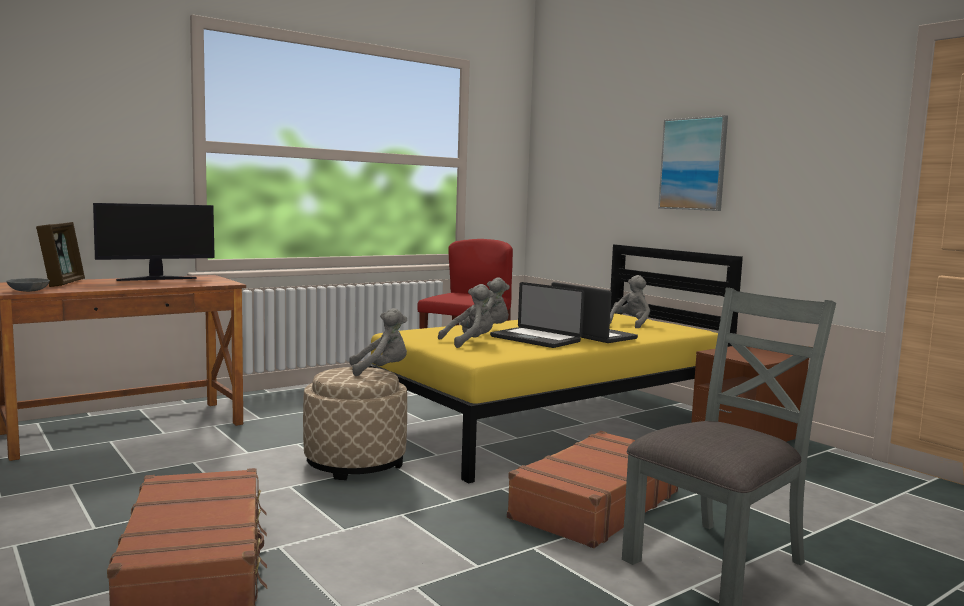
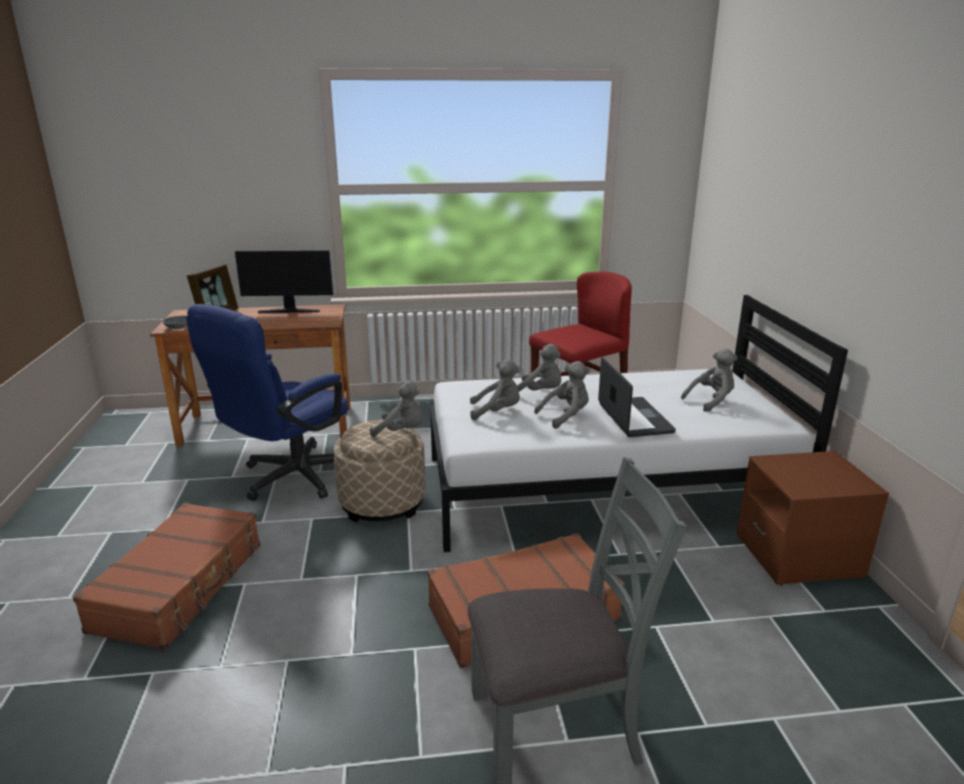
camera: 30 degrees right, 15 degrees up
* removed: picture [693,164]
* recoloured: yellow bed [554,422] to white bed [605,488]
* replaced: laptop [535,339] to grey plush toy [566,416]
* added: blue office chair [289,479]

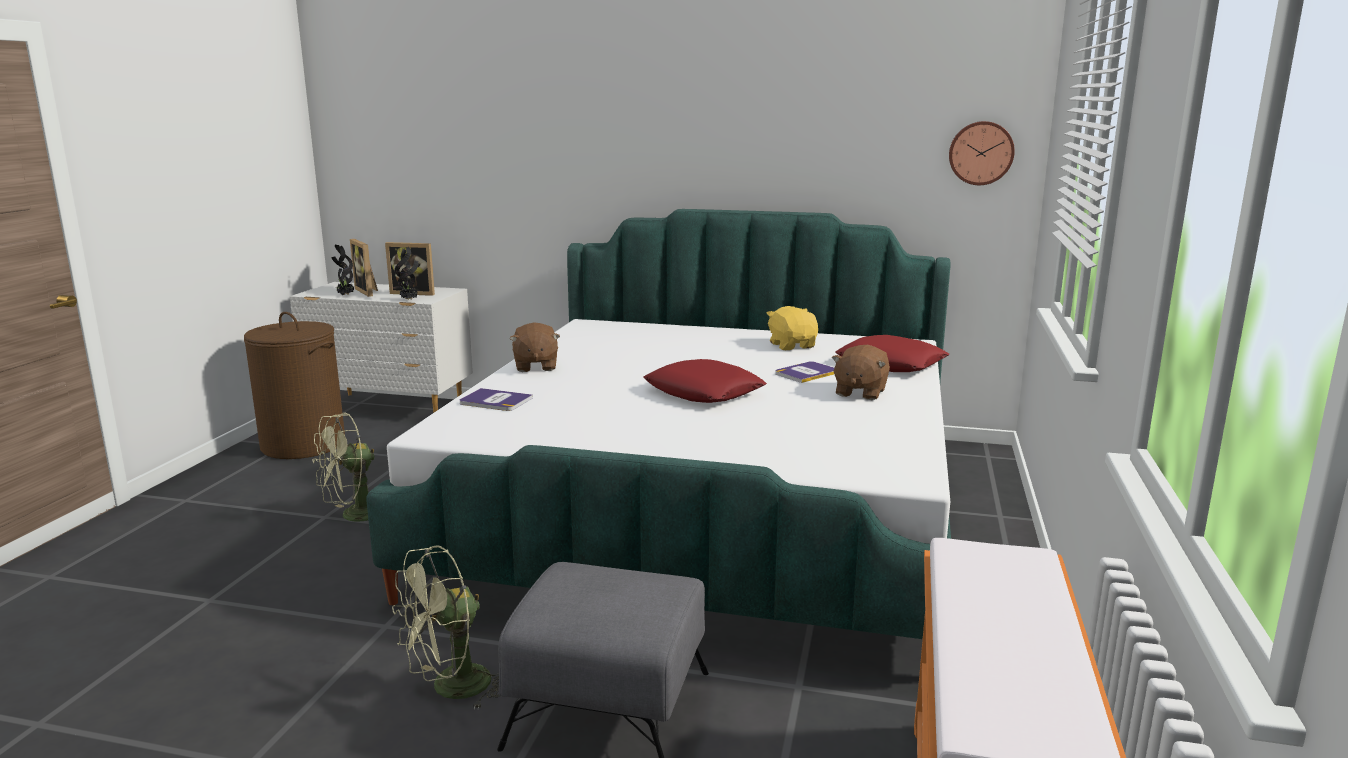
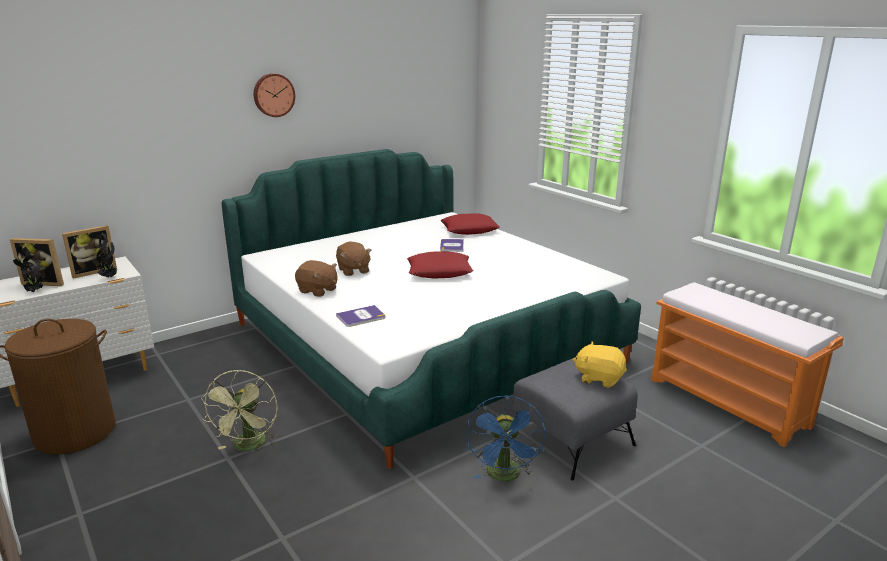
camera: 50 degrees left, 5 degrees up
* moved: wall clock [981,153] to [273,95]
* moved: yellow plush toy [792,345] to [599,378]
* moved: brown plush toy [859,392] to [353,270]
* recoloured: green fan [450,689] to blue fan [505,476]

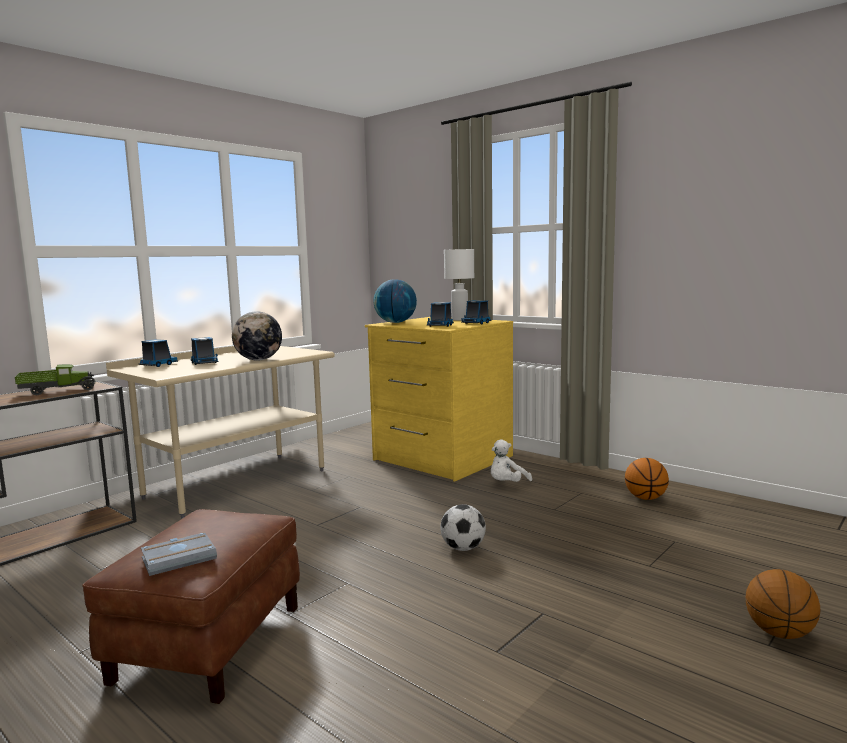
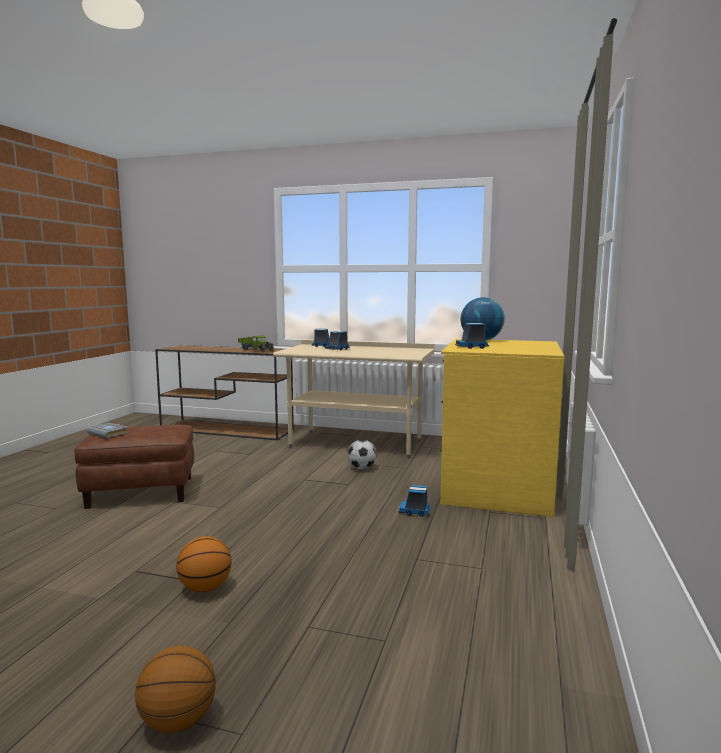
camera: 65 degrees right, 0 degrees up
* removed: white table lamp [460,319]
* moved: toy truck [476,323] to [415,511]
* removed: globe [259,360]
* removed: white plush toy [507,484]
* moved: basketball [645,498] to [205,588]
* moved: football [463,548] to [362,468]

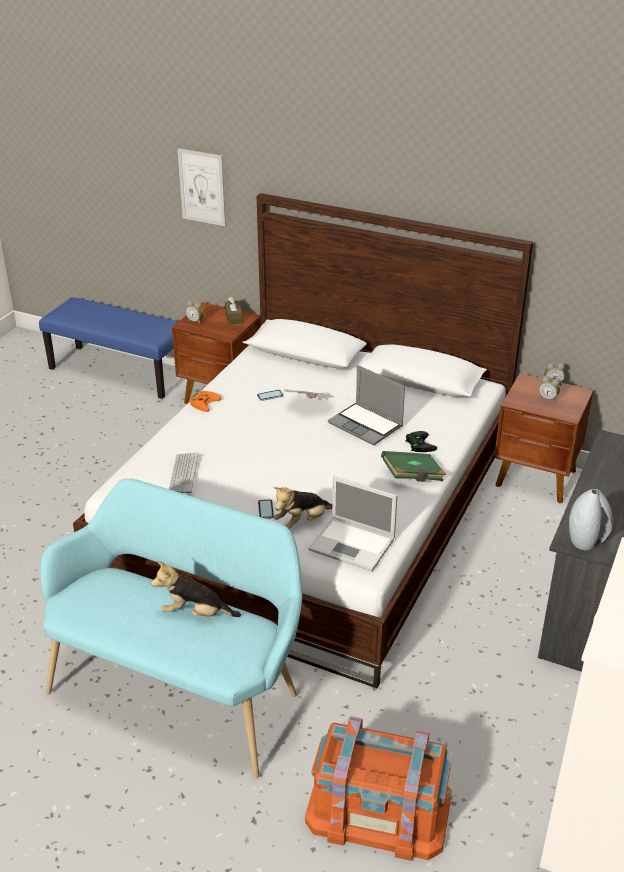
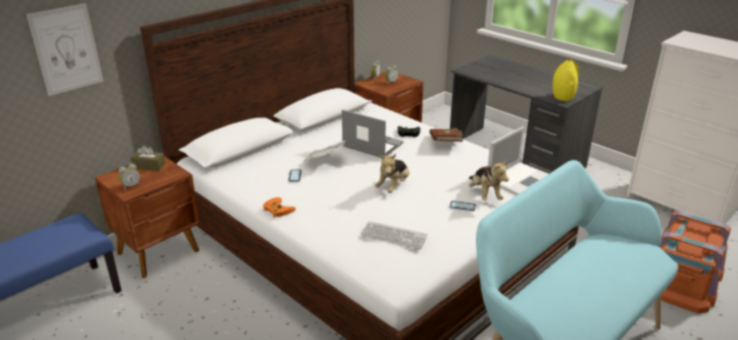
camera: 70 degrees left, 5 degrees down
* turned: laptop [366,425] = [371,145] 120 degrees counterclockwise
* recoloured: green book [412,476] to brown book [446,143]
* recoloured: grey vase [586,541] to yellow vase [563,97]
* moved: plush toy [196,613] to [393,186]

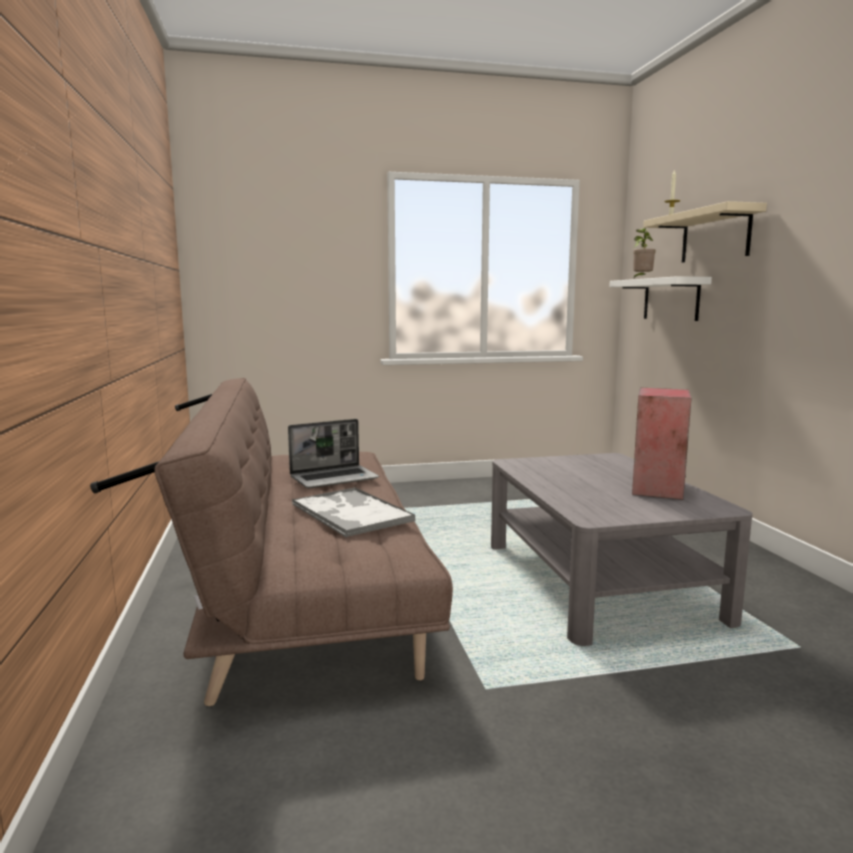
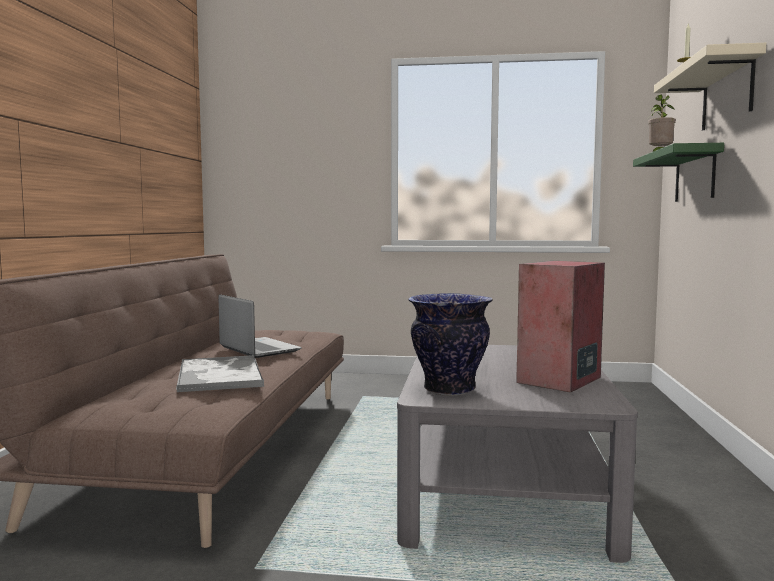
camera: 20 degrees right, 5 degrees down
* recoloured: white shelf [671,299] to green shelf [694,175]
* turned: laptop [335,478] = [257,349] 120 degrees counterclockwise
* added: vase [448,389]

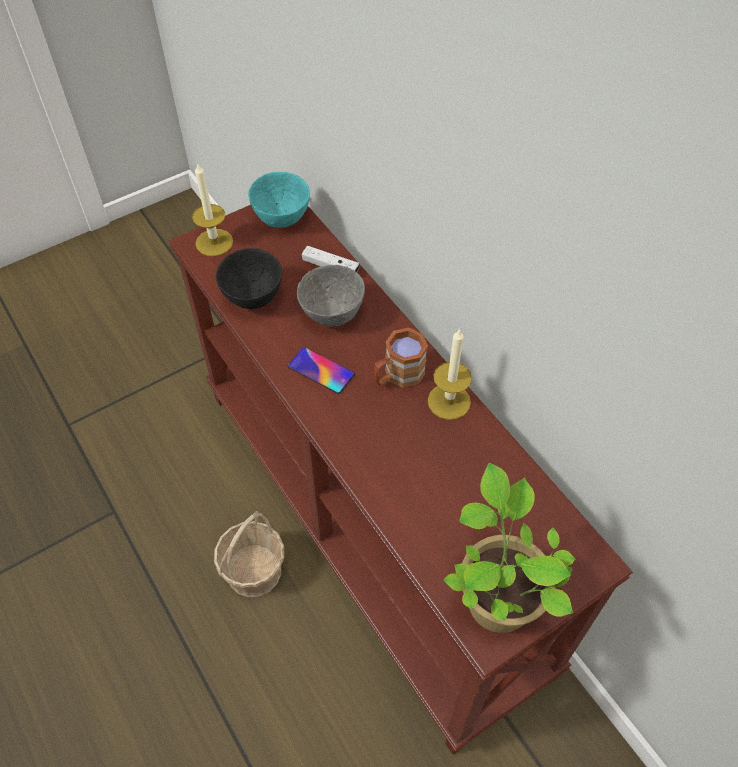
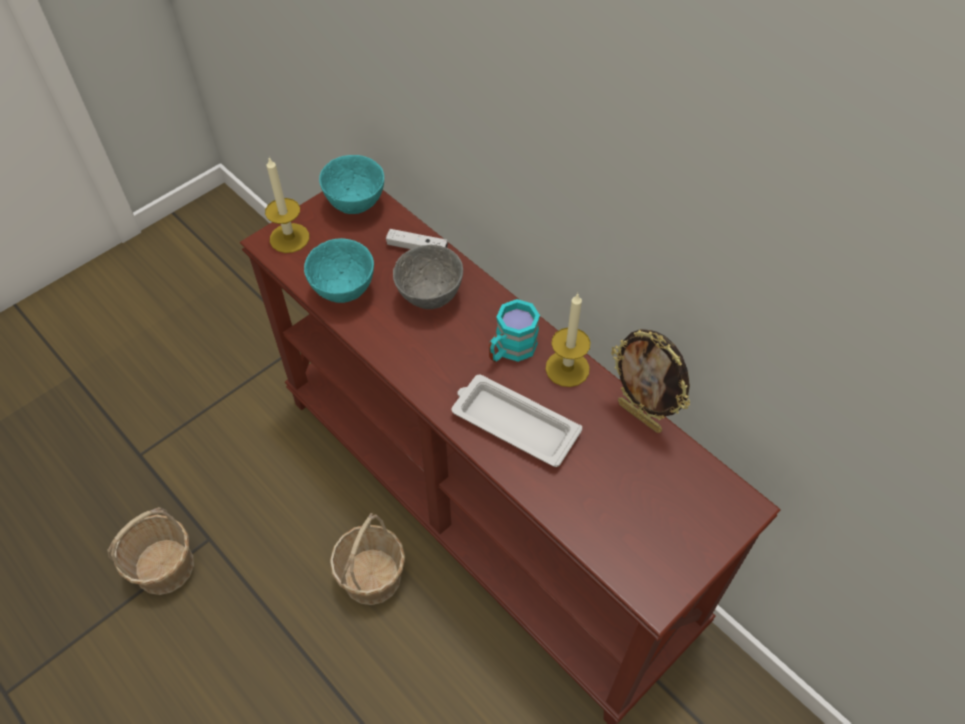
camera: 10 degrees left, 0 degrees up
* recoloured: black bowl [254,298] to turquoise bowl [345,291]
* recoloured: brown mug [397,376] to turquoise mug [510,350]
* removed: phone [321,370]
* removed: potted plant [496,597]
* added: picture frame [640,416]
* added: white tray [513,424]
* added: basket [165,567]

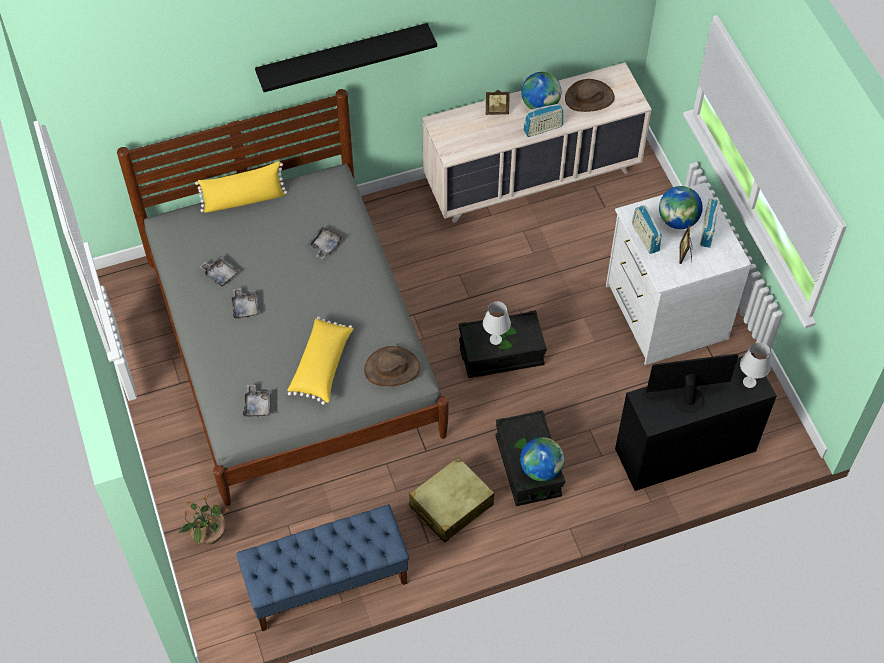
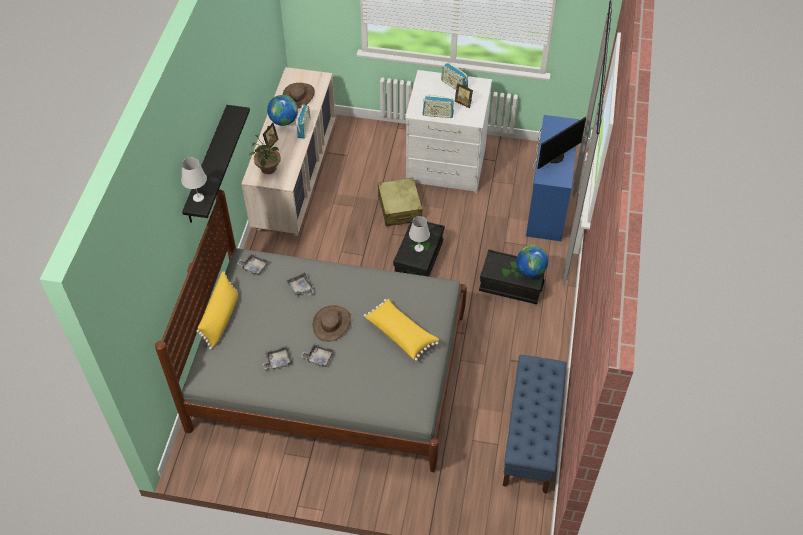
camera: 60 degrees left, 5 degrees down
* removed: globe [677,220]
* moved: white table lamp [749,382] to [198,197]
* moved: brown hat [392,369] to [332,324]
* recoloured: black desk [685,450] to blue desk [548,204]
* turned: monitor [688,397] = [555,157] 150 degrees counterclockwise
* moved: grey tray [257,405] to [253,266]
* moved: beige suitcase [450,505] to [399,208]
* moved: potted plant [208,534] to [268,168]

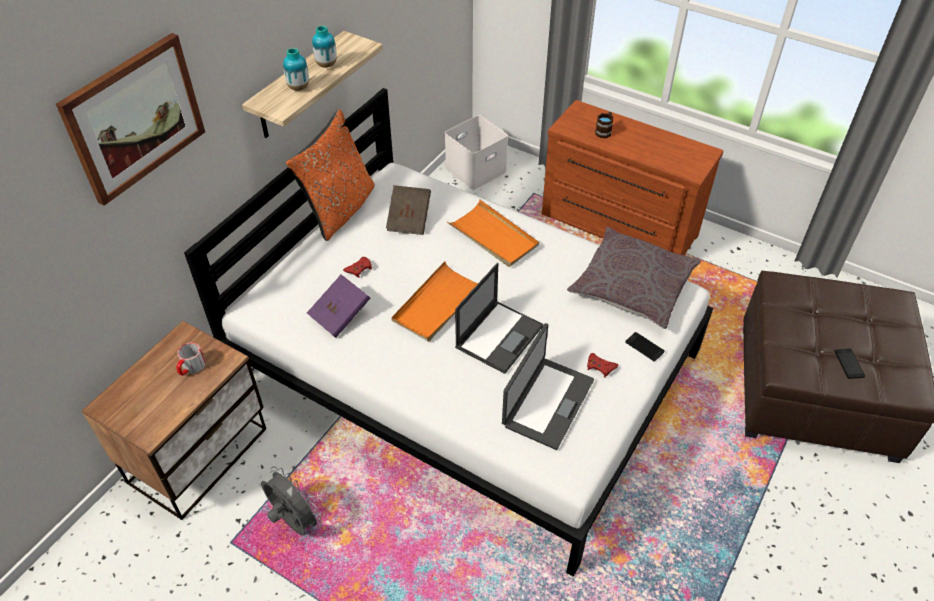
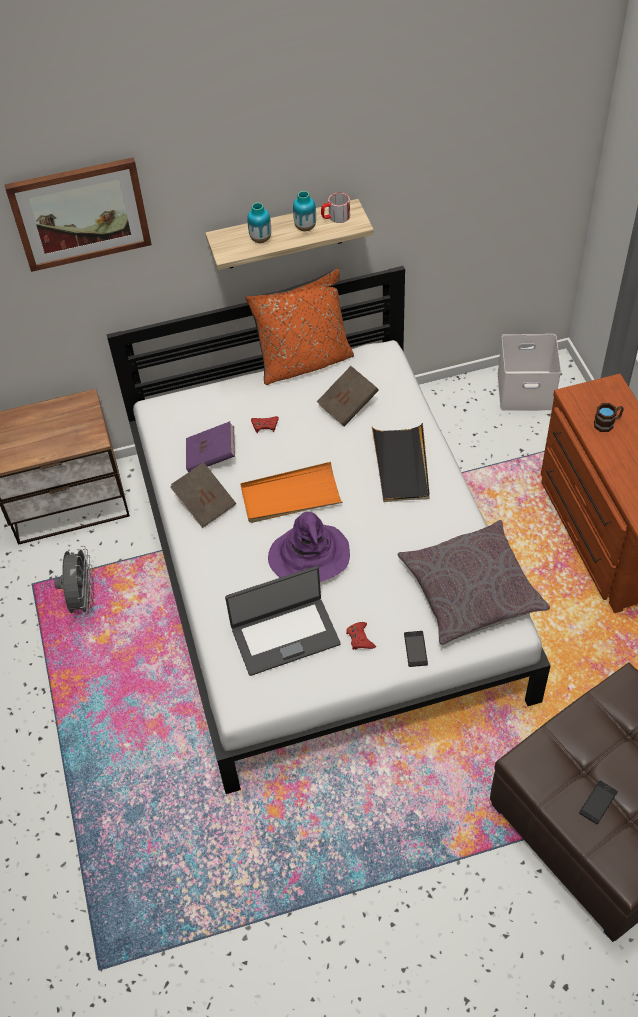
camera: 45 degrees right, 5 degrees up
* recoloured: orange tray [493,236] to black tray [401,465]
* replaced: laptop [499,336] to purple hat [309,556]
* moved: mug [191,368] to [335,217]
* added: brown book [205,503]

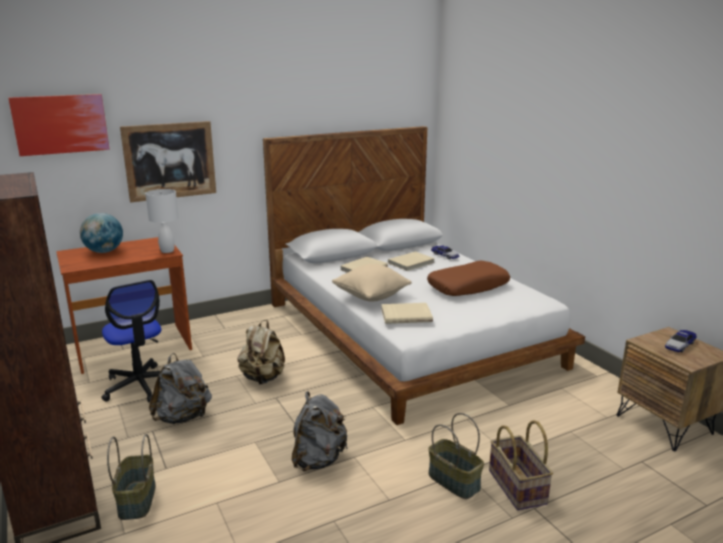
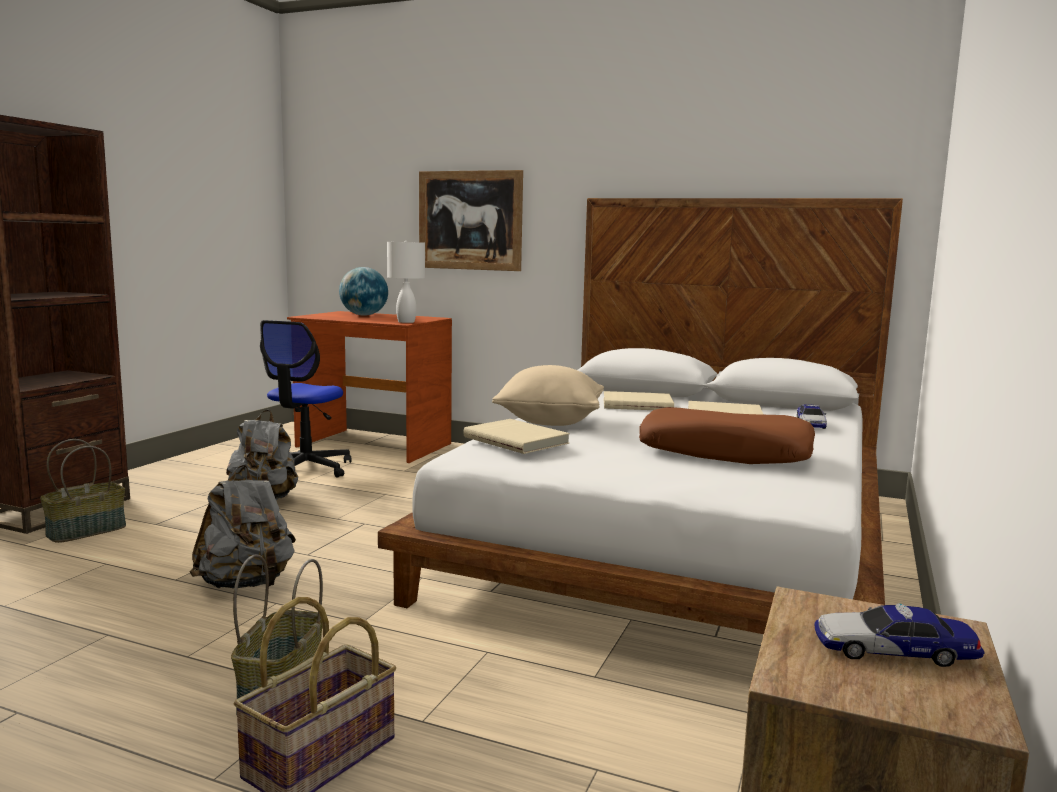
camera: 50 degrees right, 10 degrees down
* removed: picture [60,124]
* removed: beige backpack [263,378]

